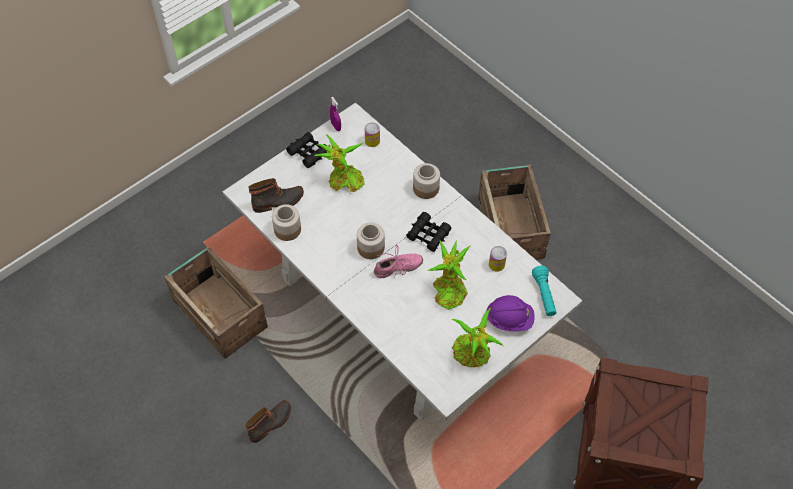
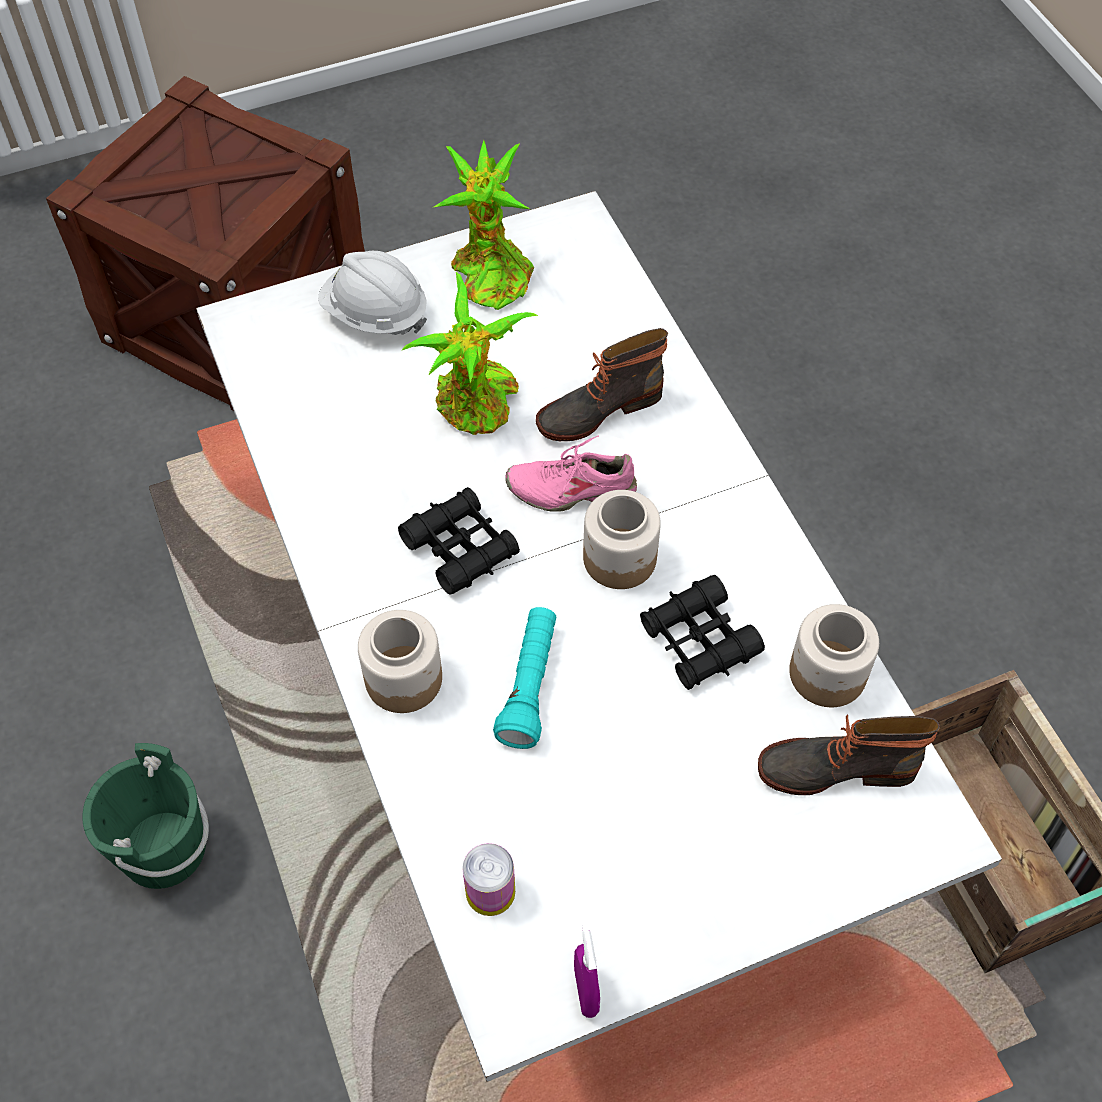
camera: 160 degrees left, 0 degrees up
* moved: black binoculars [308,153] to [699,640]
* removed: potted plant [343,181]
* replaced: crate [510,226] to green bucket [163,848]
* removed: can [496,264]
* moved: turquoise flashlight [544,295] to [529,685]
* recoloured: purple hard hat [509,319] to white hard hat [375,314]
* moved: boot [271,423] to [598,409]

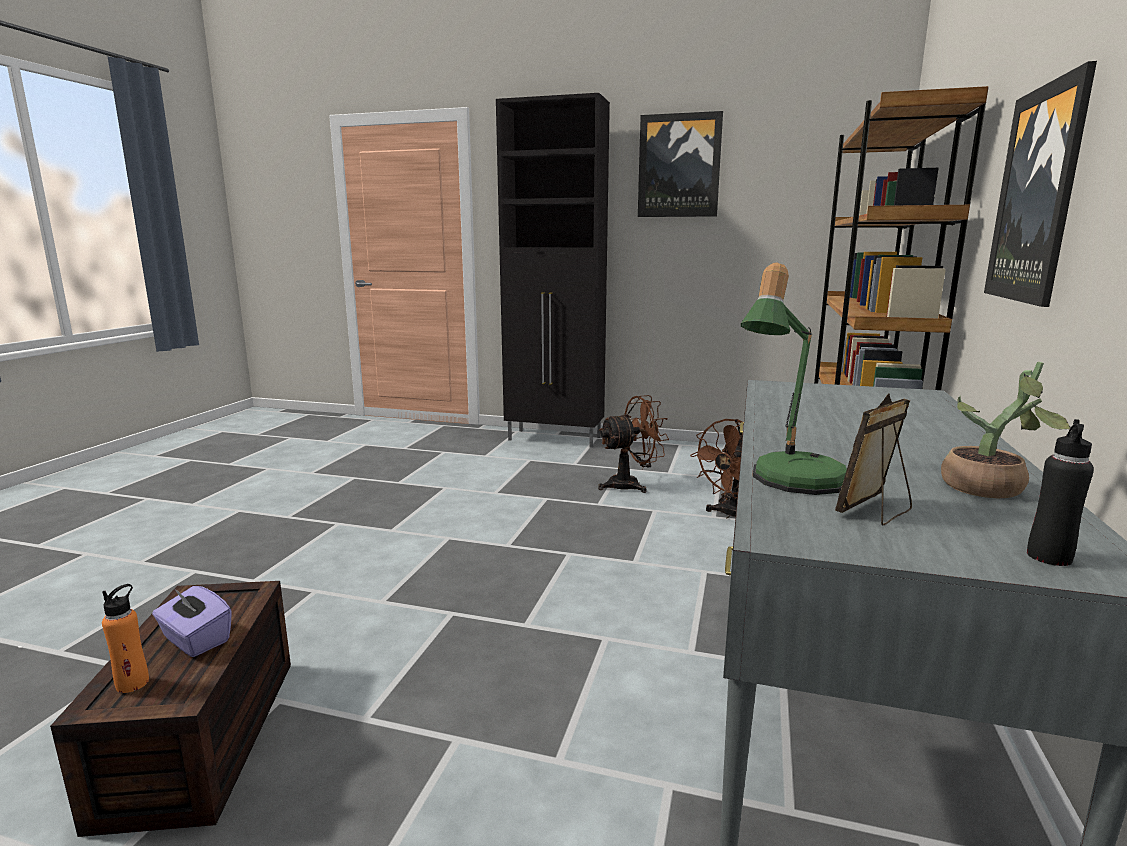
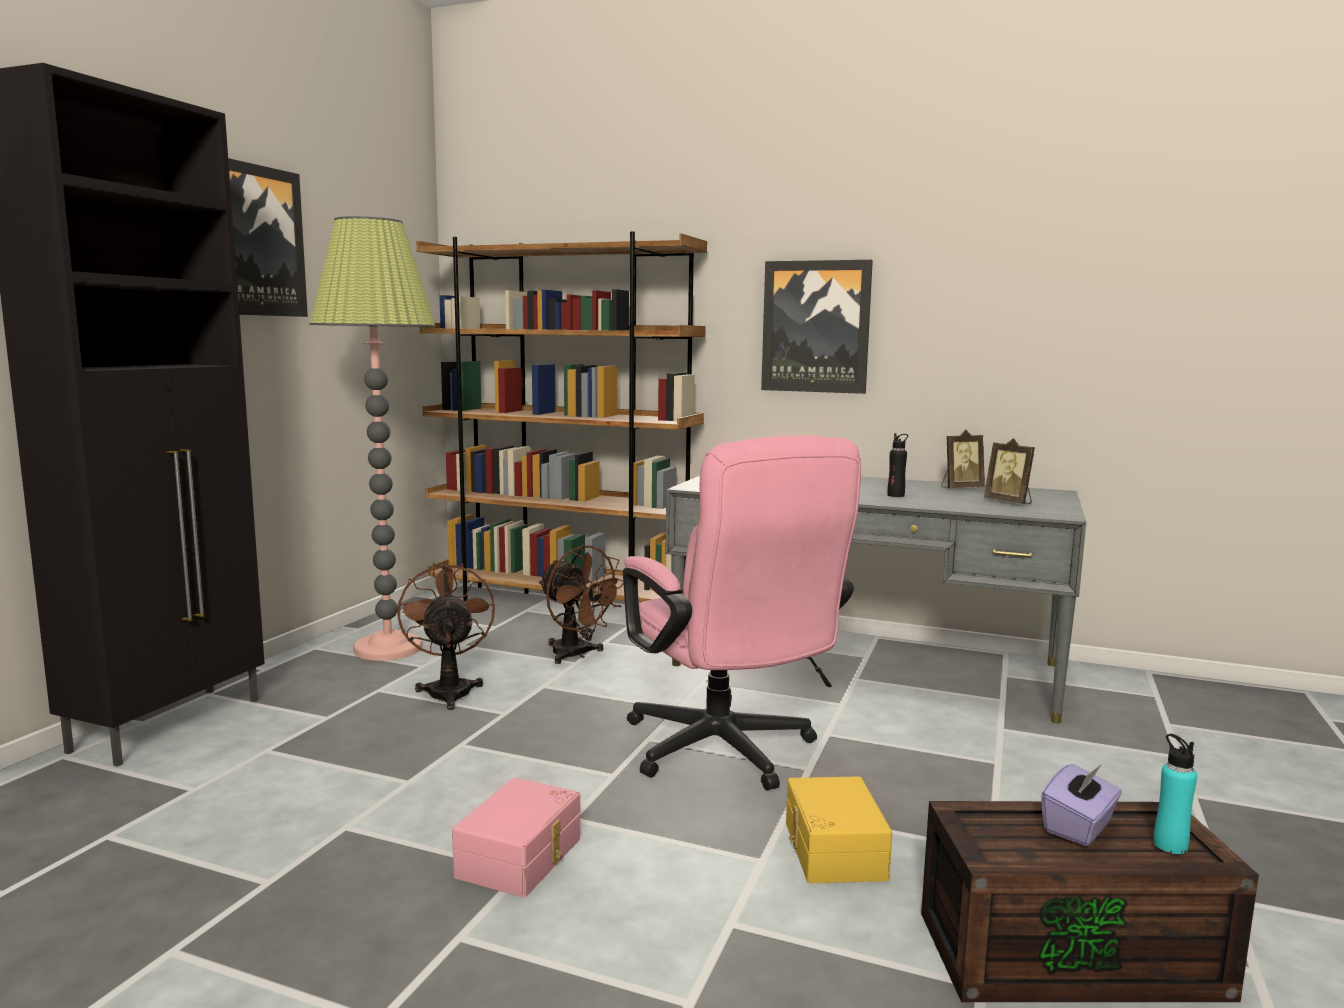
camera: 85 degrees left, 5 degrees down
* removed: table lamp [791,482]
* replaced: potted plant [989,490] to picture frame [960,488]
* moved: black bottle [1049,557] to [896,495]
* recoloured: orange bottle [132,683] to turquoise bottle [1170,845]
* added: floor lamp [388,649]
* added: pink office chair [727,754]
* added: yellow storage box [831,850]
* added: pink storage box [522,857]

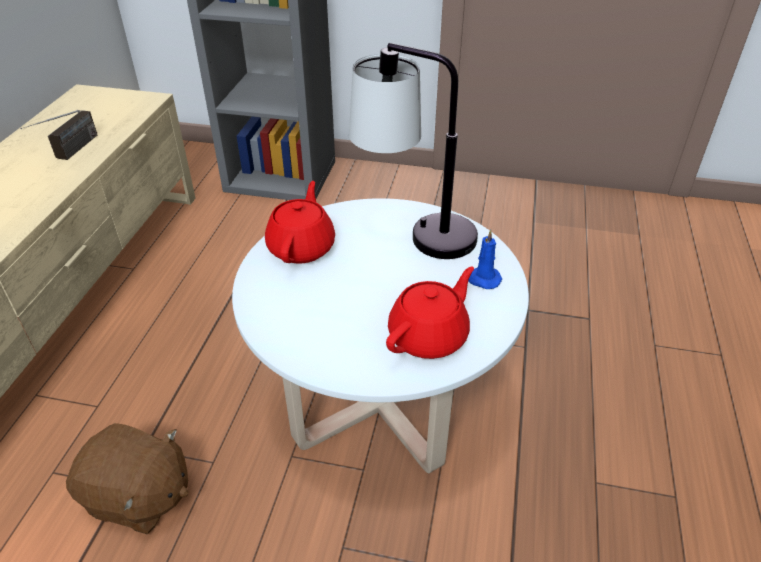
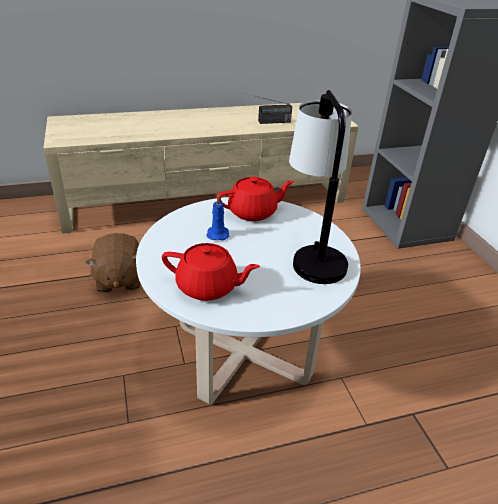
camera: 60 degrees right, 5 degrees down
* moved: blue candle [482,279] to [218,234]

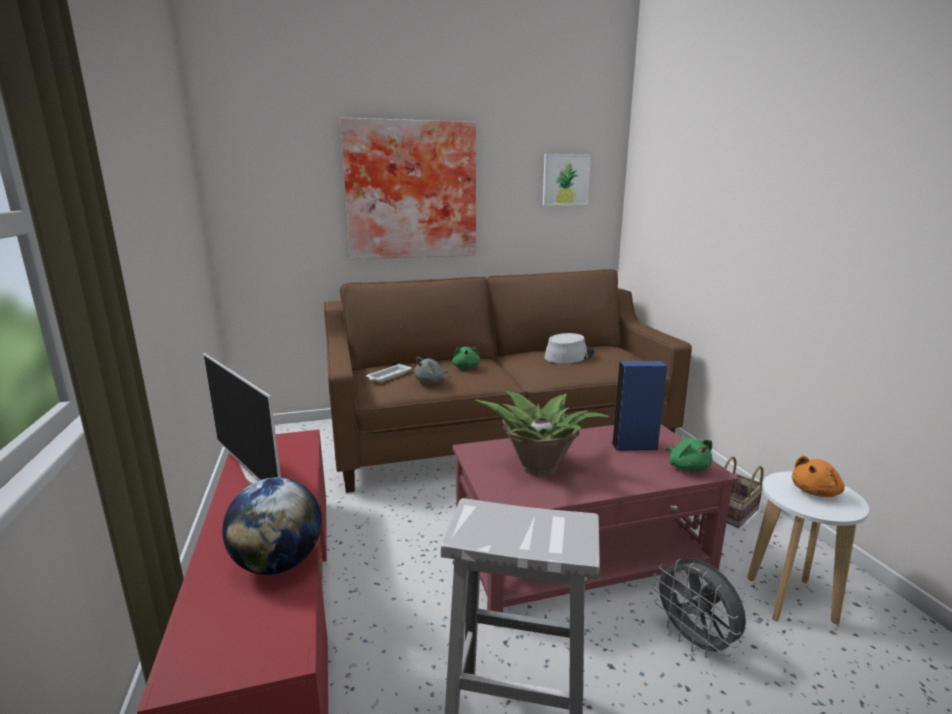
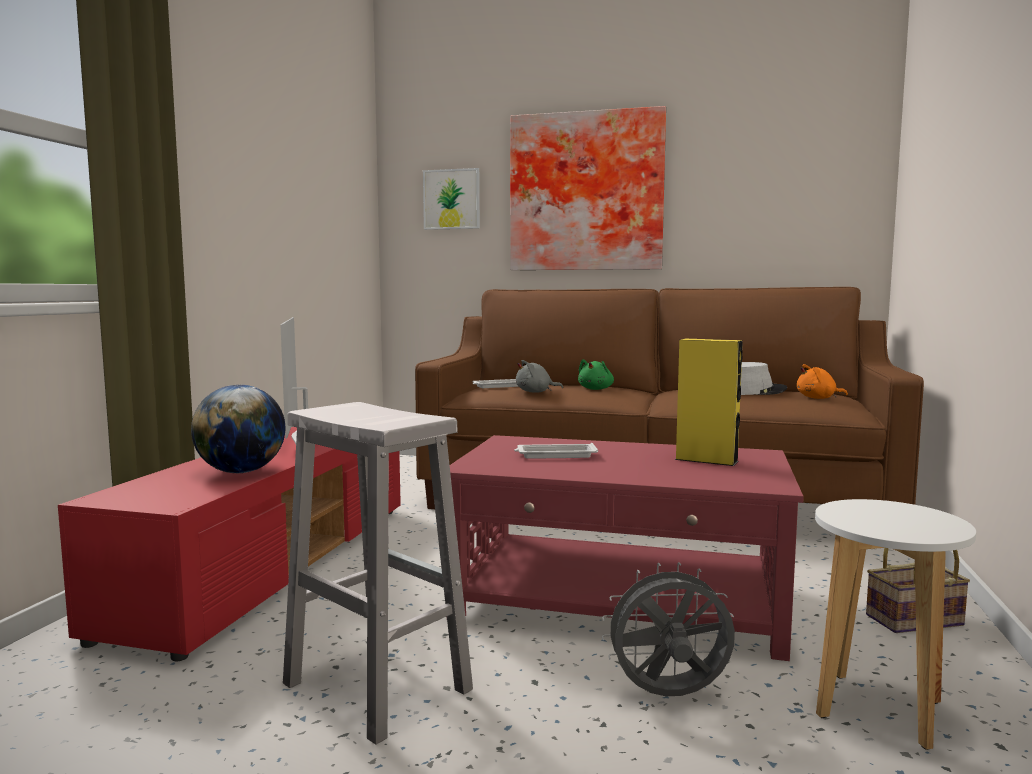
camera: 30 degrees right, 10 degrees down
* moved: picture [565,180] to [451,199]
* recoloured: blue speaker [634,446] to yellow speaker [706,460]
* replaced: potted plant [537,466] to white tray [555,455]
* removed: green plush toy [687,467]
* moved: orange plush toy [816,492] to [818,398]
* turned: grey fan [694,641] = [669,697] 90 degrees clockwise

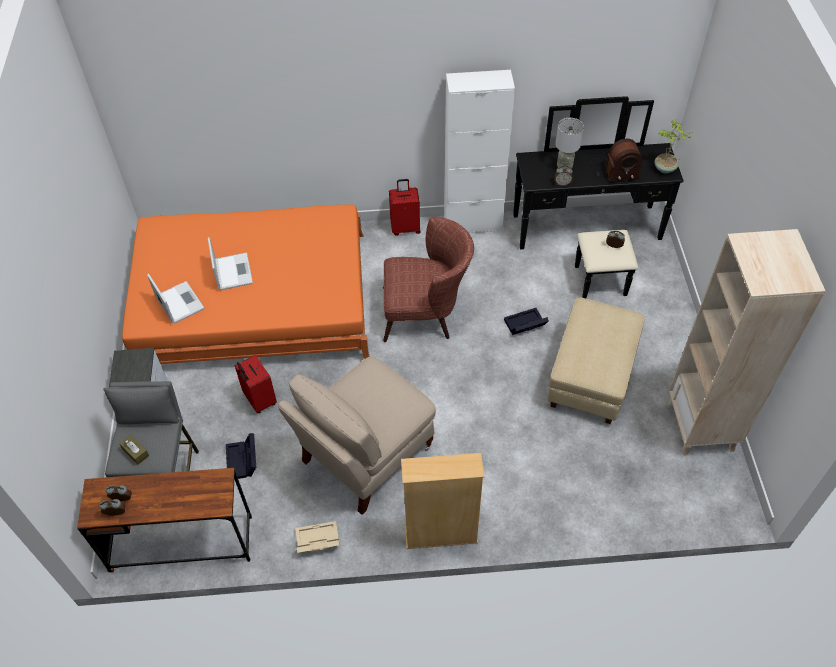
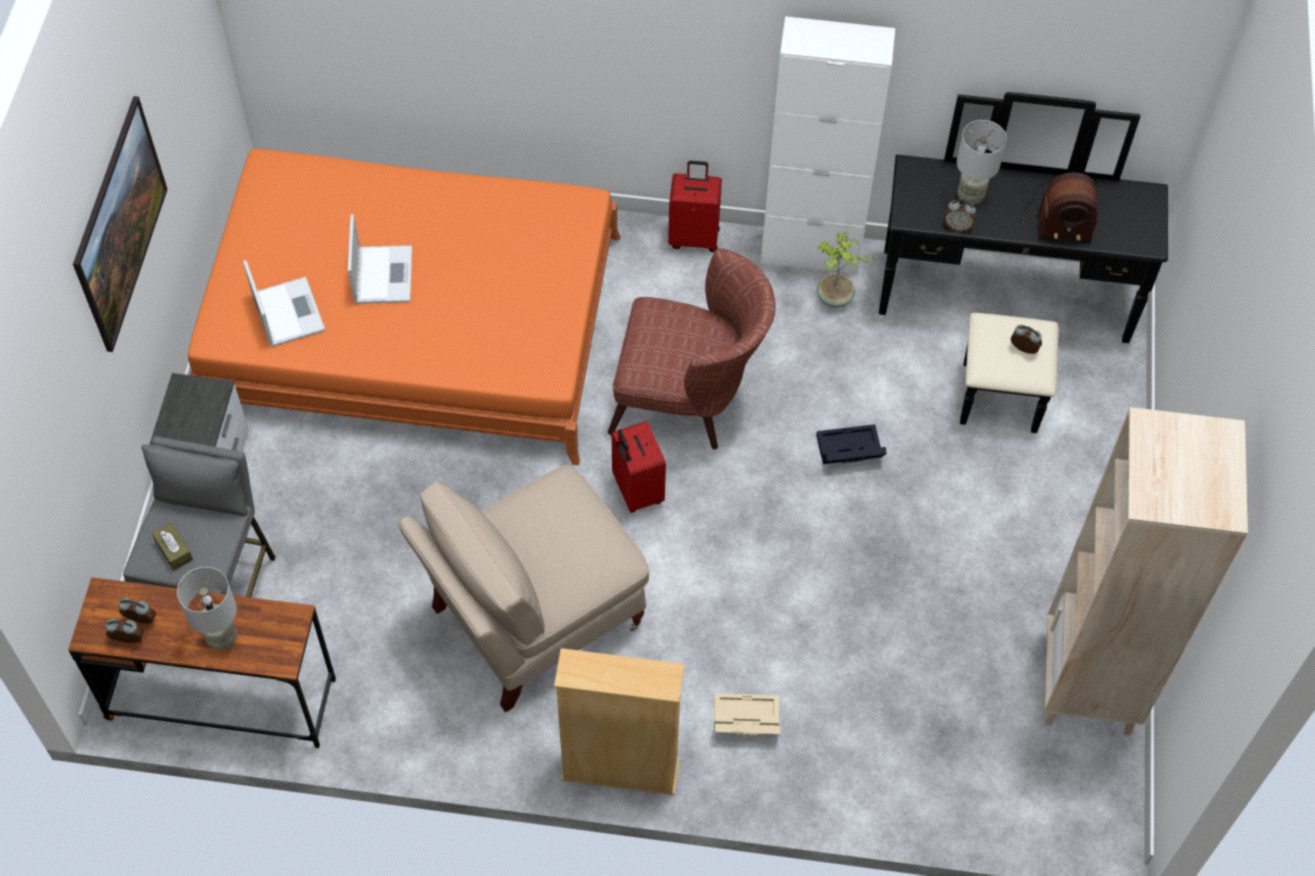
camera: 10 degrees right, 5 degrees up
* moved: potted plant [665,169] to [835,298]
* removed: beige ottoman [592,377]
* moved: red suitcase [259,400] to [636,491]
* removed: black storage box [242,461]
* moved: beige storage box [316,541] to [744,721]
* added: picture [128,246]
* added: grey table lamp [222,638]

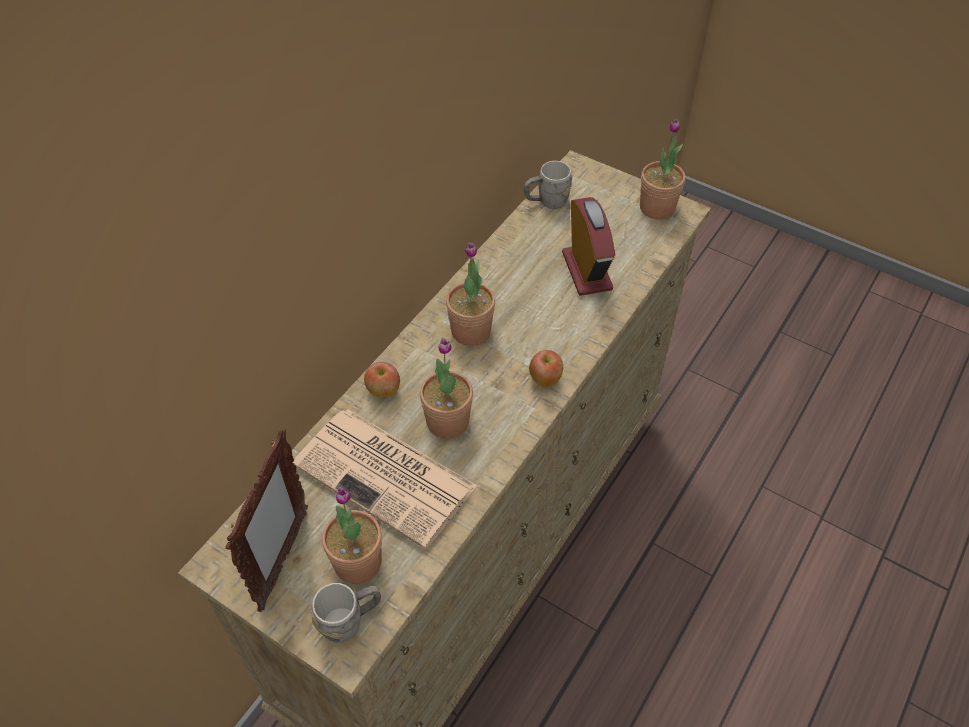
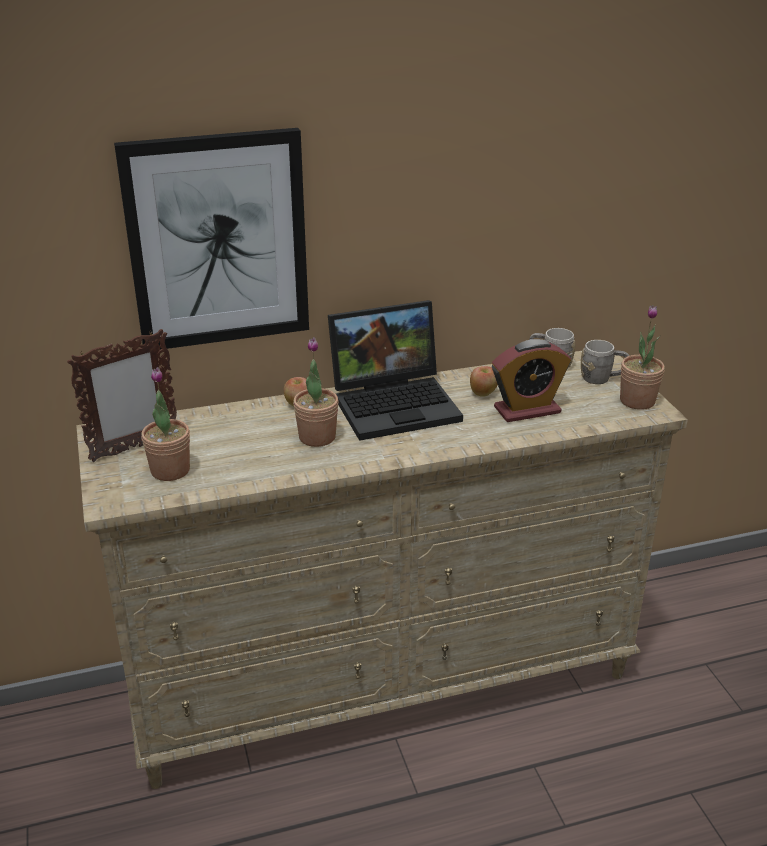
camera: 40 degrees right, 20 degrees down
* turned: alarm clock [586,271] = [527,410] 45 degrees clockwise
* replaced: potted plant [471,331] to laptop [396,403]
* moved: apple [545,379] to [483,393]
* removed: newspaper [387,476]
* moved: grey mug [350,621] to [602,379]
* added: picture [217,241]

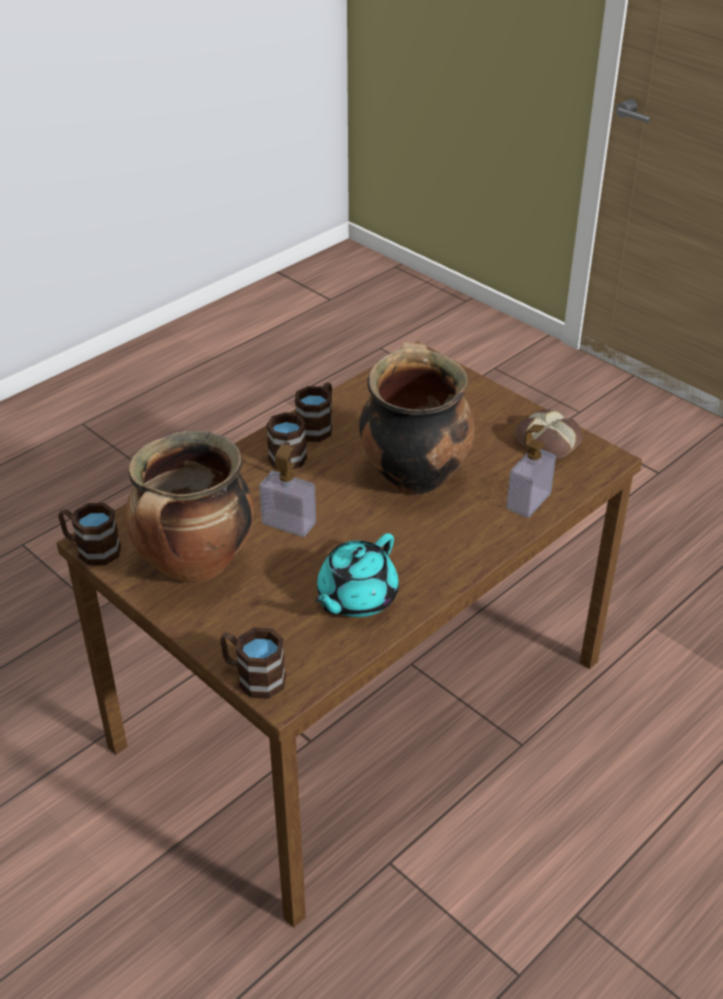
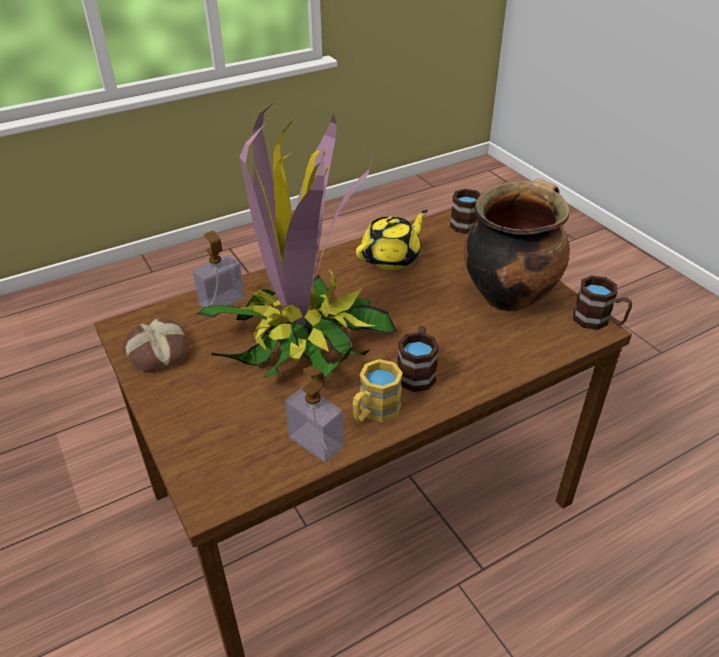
camera: 165 degrees left, 0 degrees up
* replaced: cooking pot [413,475] to potted plant [303,340]
* recoloured: brown mug [318,426] to yellow mug [374,412]
* moved: soap dispenser [289,523] to [316,442]
* recoloured: turquoise teapot [356,598] to yellow teapot [391,258]

